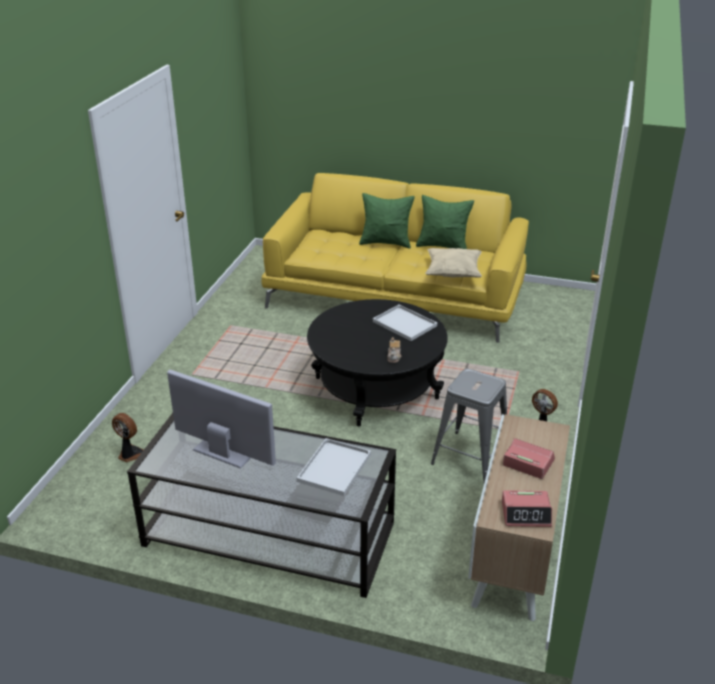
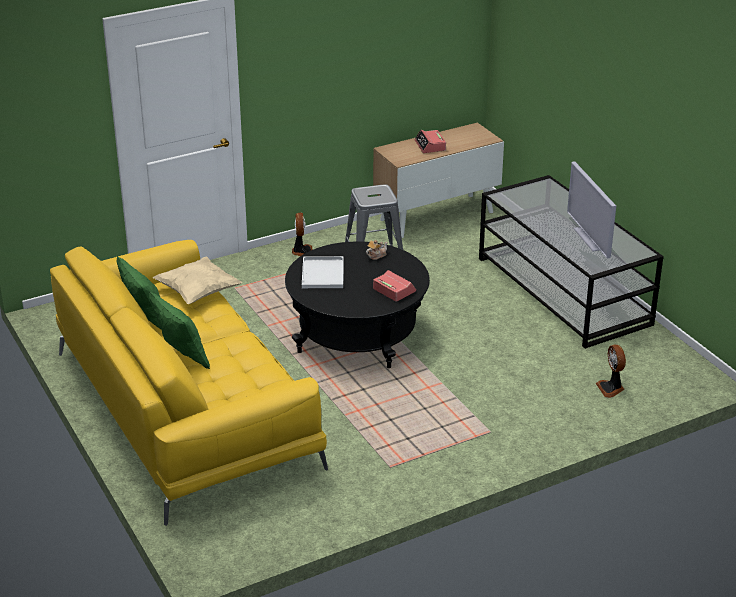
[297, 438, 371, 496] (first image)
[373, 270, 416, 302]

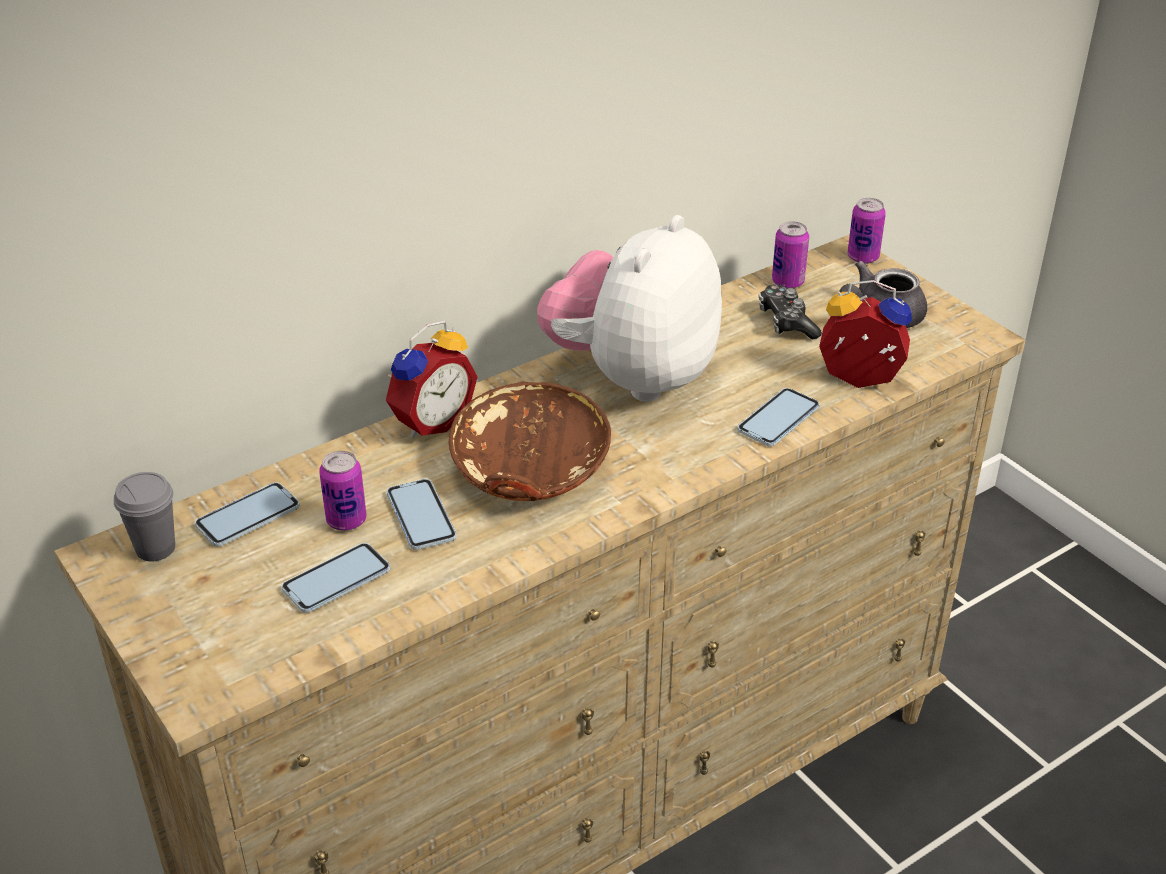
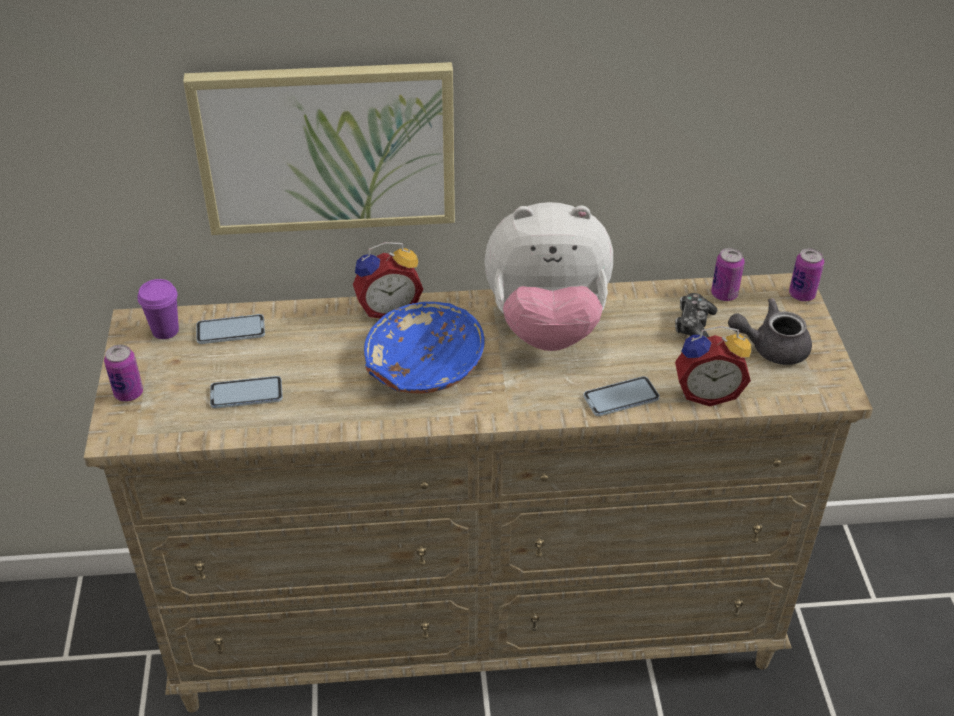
[484, 202, 613, 351]
[675, 326, 751, 406]
[364, 302, 485, 394]
[104, 345, 143, 402]
[138, 279, 179, 339]
[387, 479, 456, 550] (first image)
[183, 62, 455, 235]

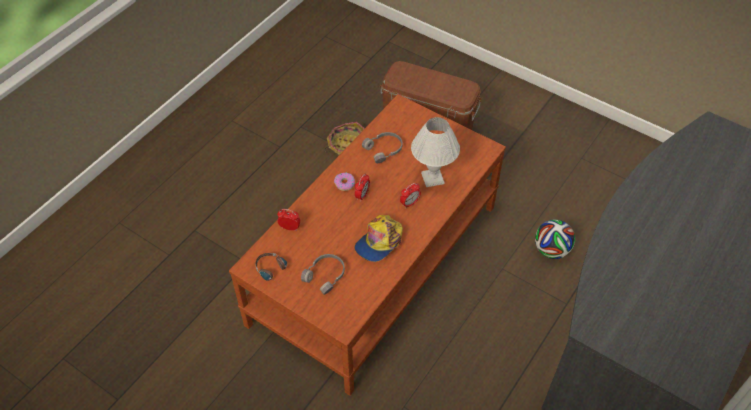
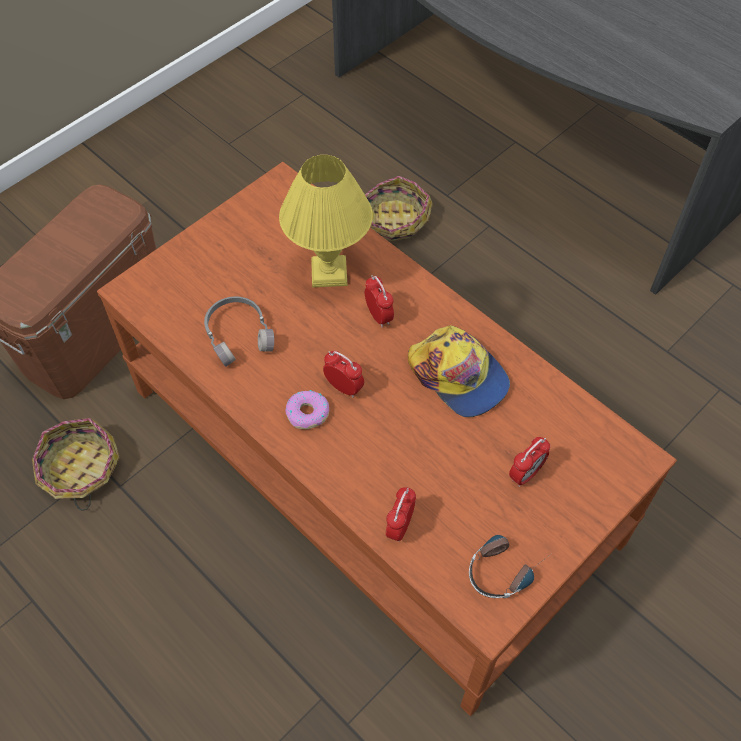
[279, 155, 373, 287]
[365, 176, 433, 241]
[509, 437, 550, 487]

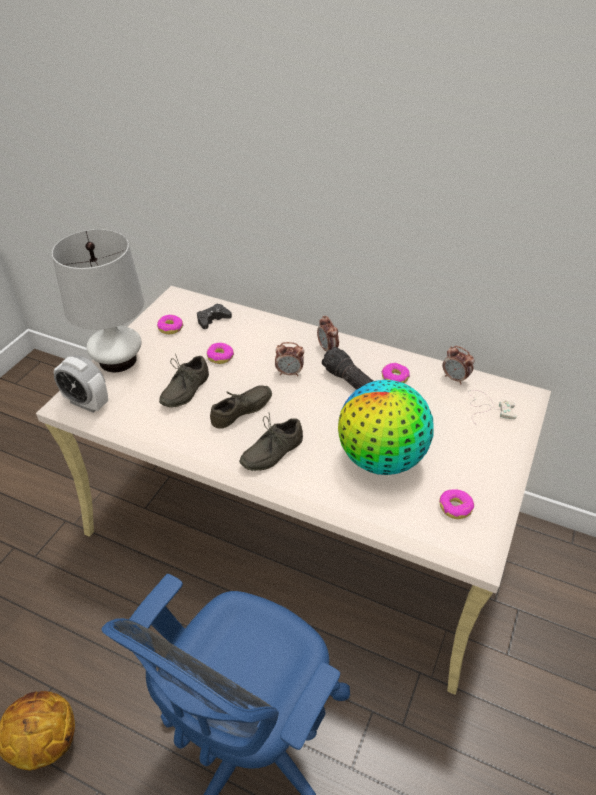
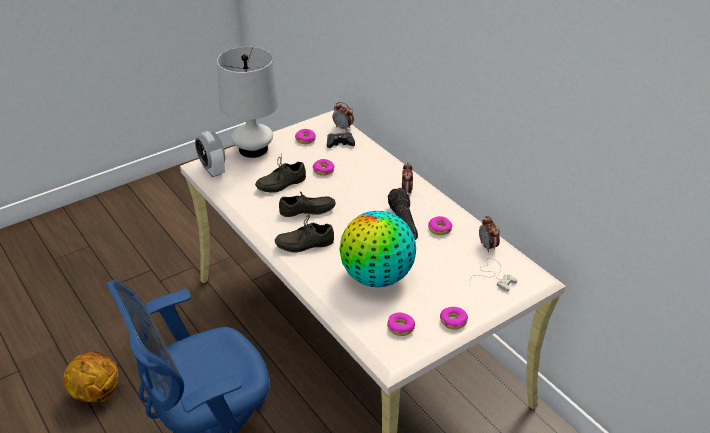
[333, 102, 354, 131]
[440, 307, 468, 330]

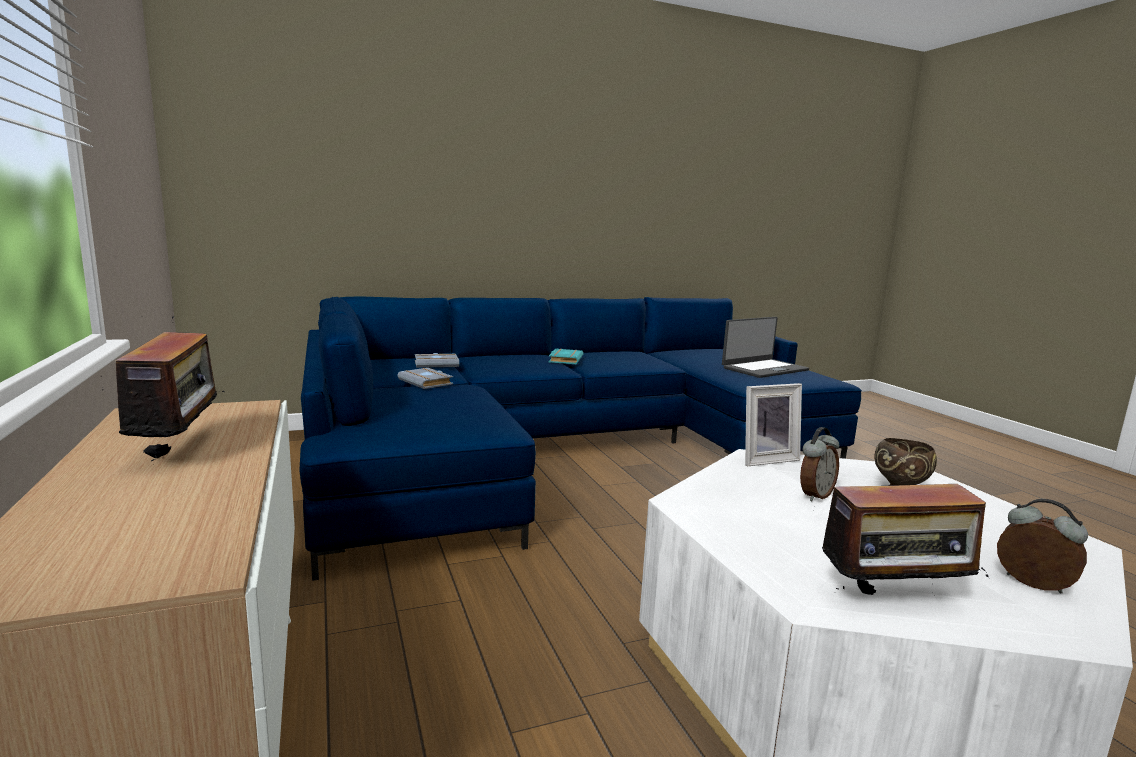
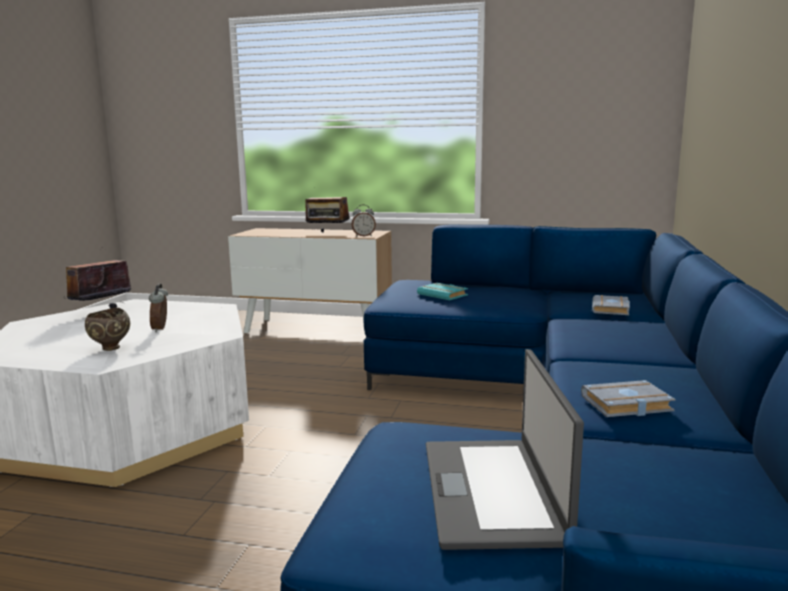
[417, 283, 468, 300]
[581, 380, 676, 417]
[745, 383, 802, 466] (first image)
[351, 205, 376, 237]

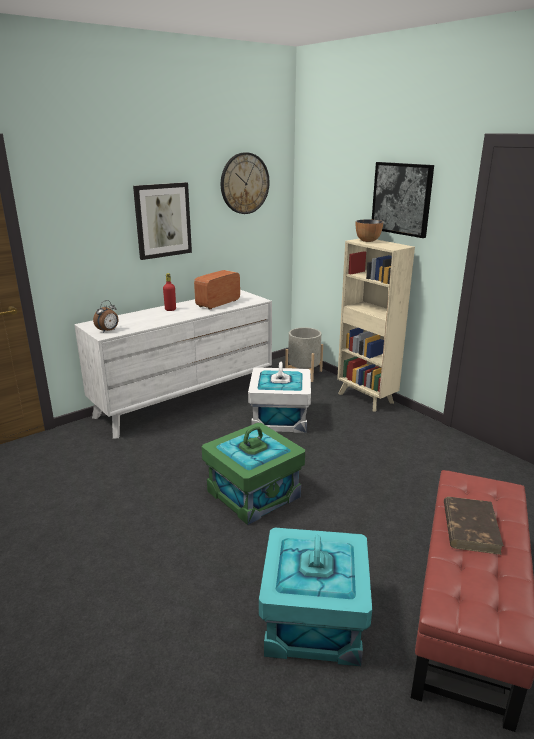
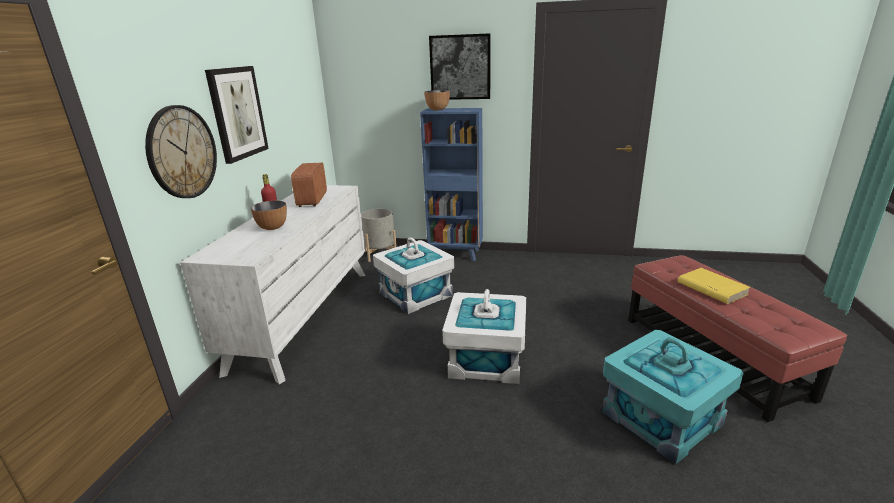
[145, 105, 217, 198]
[420, 108, 483, 261]
[93, 300, 118, 333] (first image)
[442, 289, 526, 384]
[678, 268, 751, 304]
[251, 201, 287, 230]

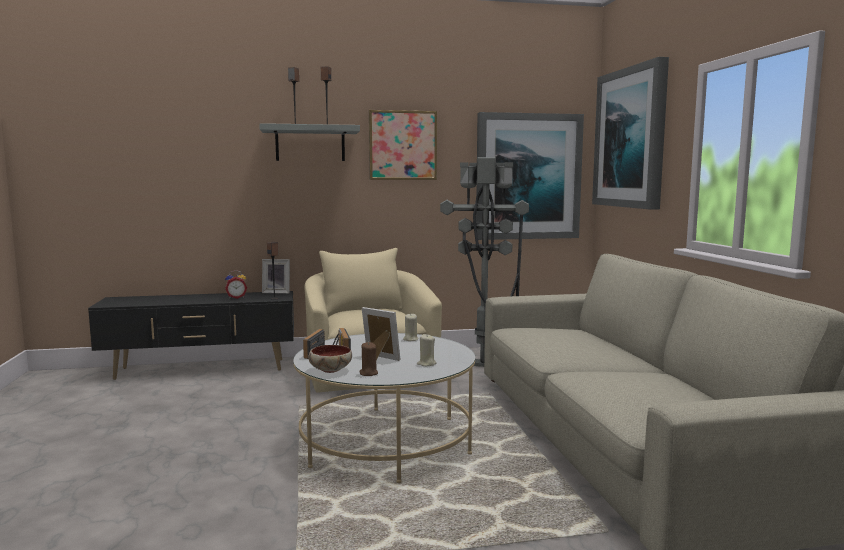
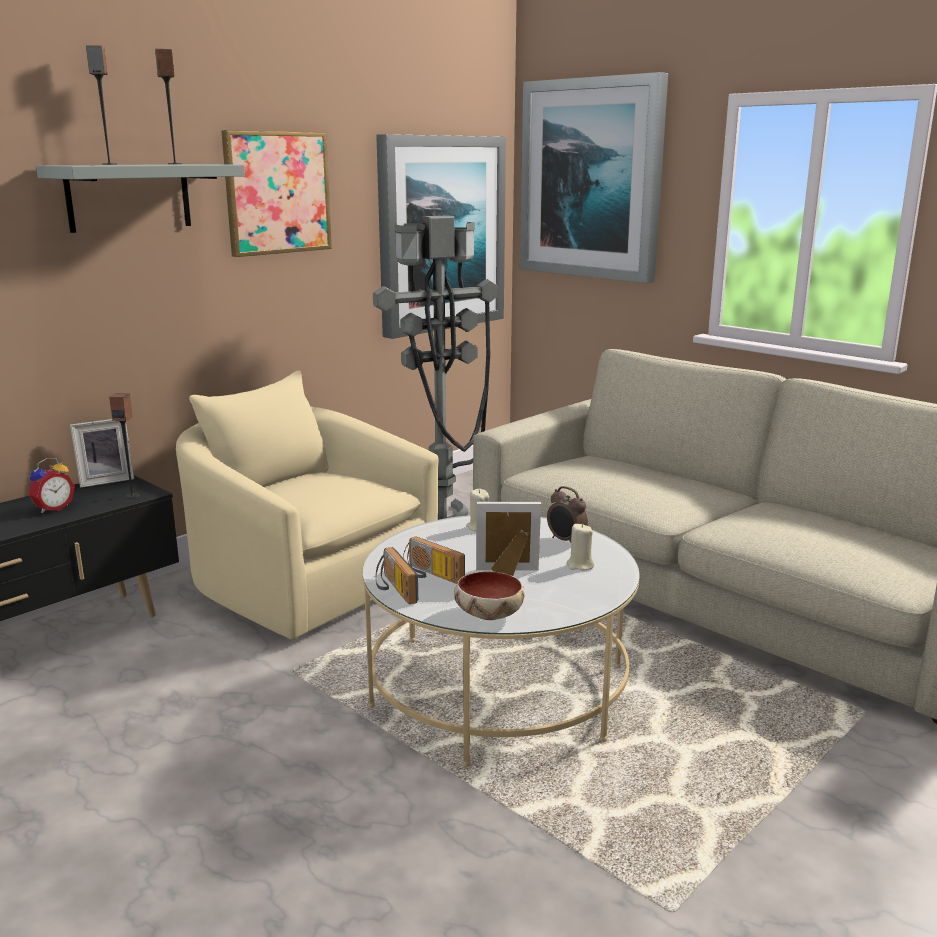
[359, 342, 378, 376] (first image)
[547, 486, 588, 543]

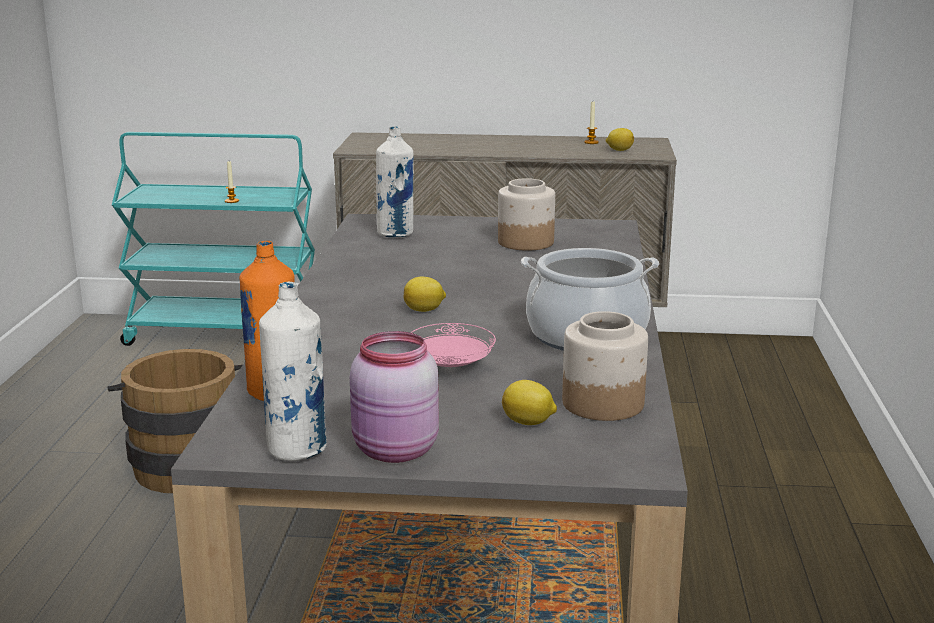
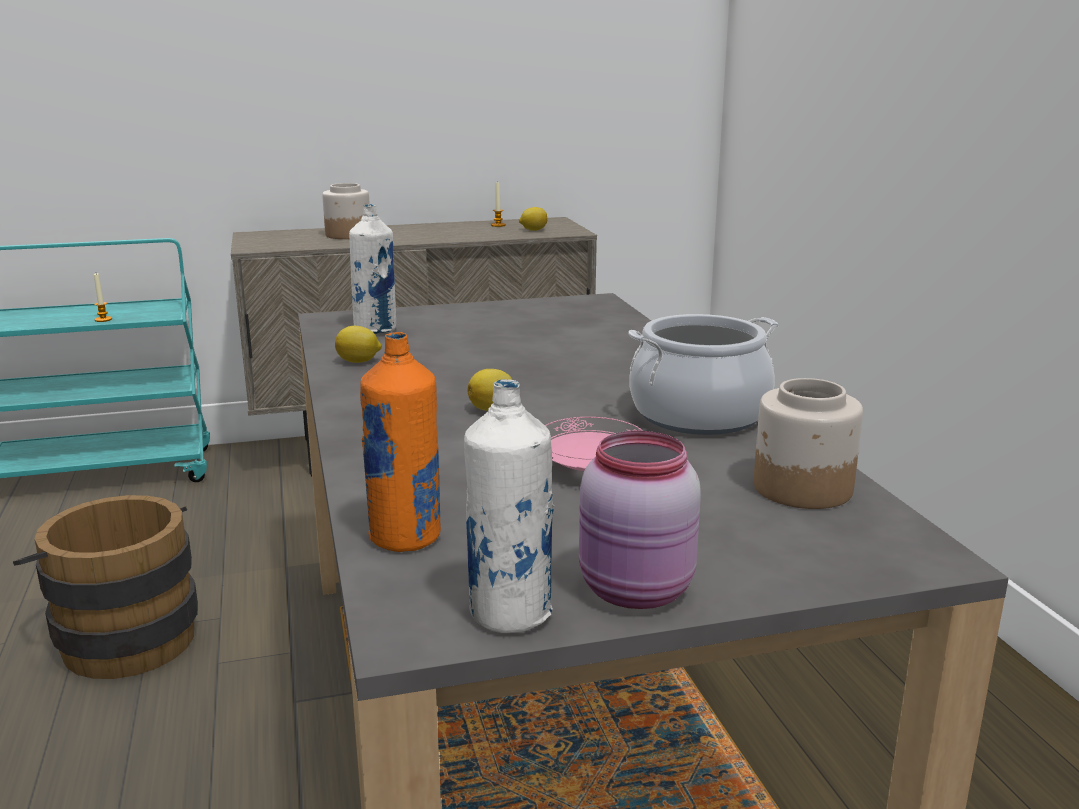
[322, 183, 370, 239]
[335, 326, 382, 363]

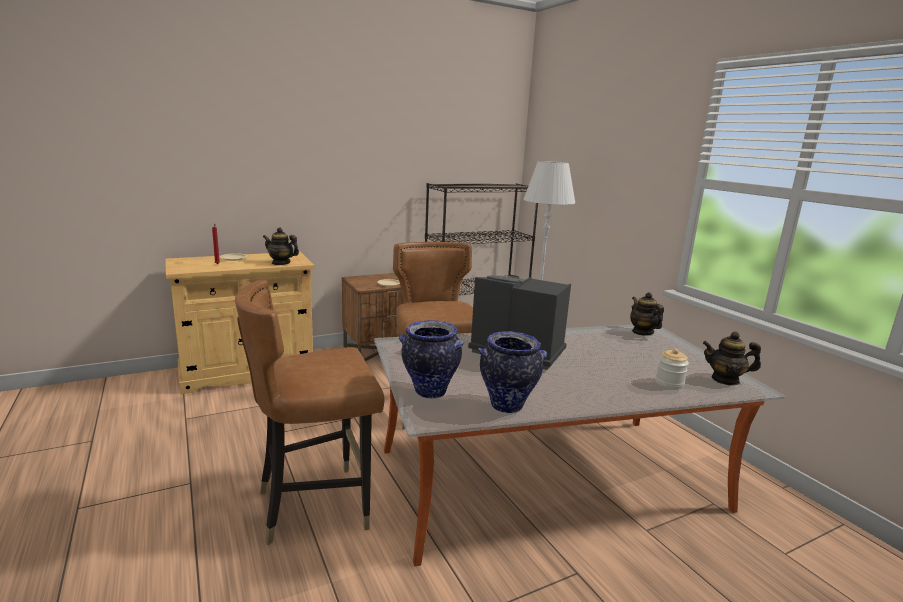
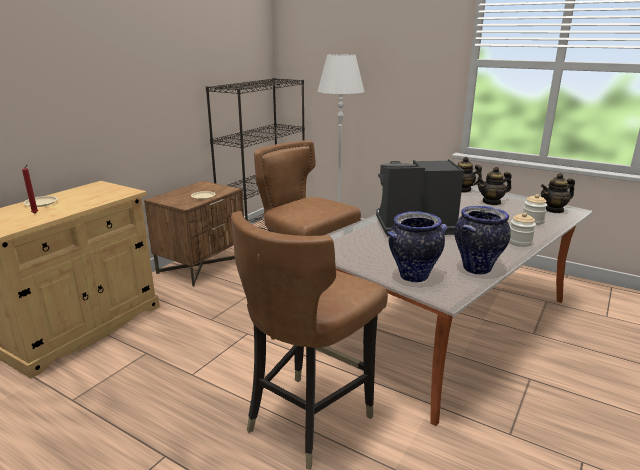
[477, 167, 512, 205]
[509, 212, 536, 247]

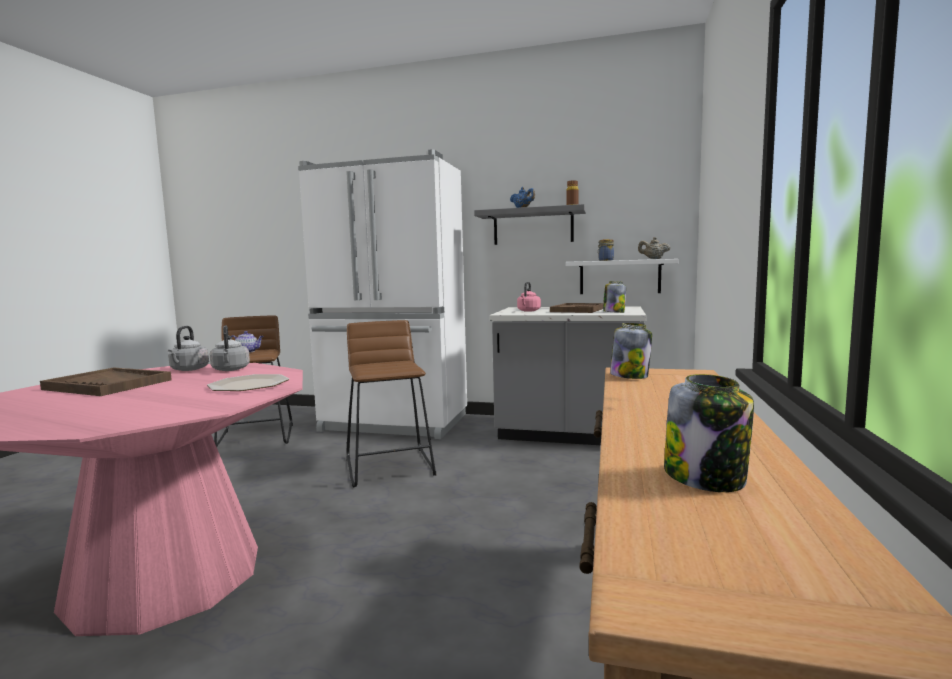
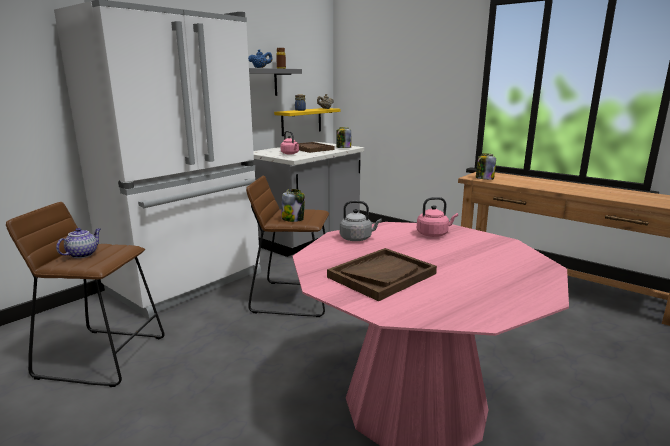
[274, 108, 341, 136]
[168, 326, 209, 371] (first image)
[417, 197, 458, 237]
[281, 189, 305, 222]

